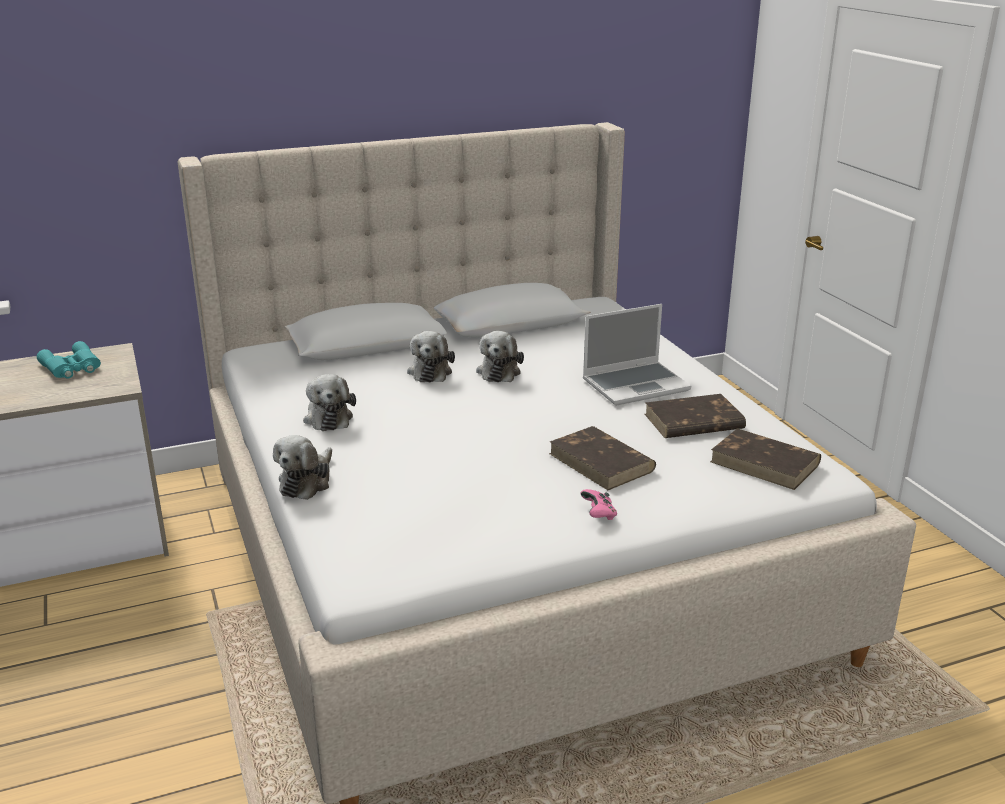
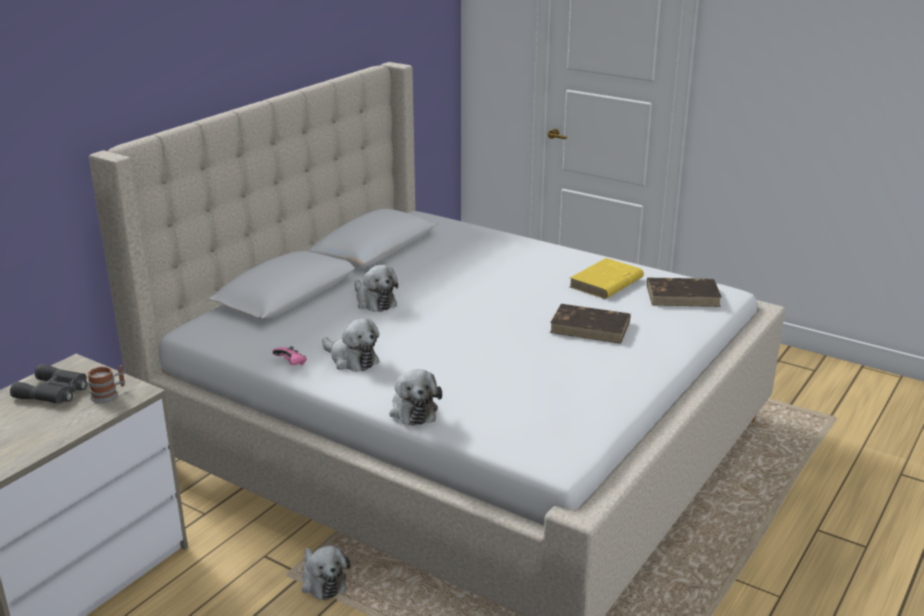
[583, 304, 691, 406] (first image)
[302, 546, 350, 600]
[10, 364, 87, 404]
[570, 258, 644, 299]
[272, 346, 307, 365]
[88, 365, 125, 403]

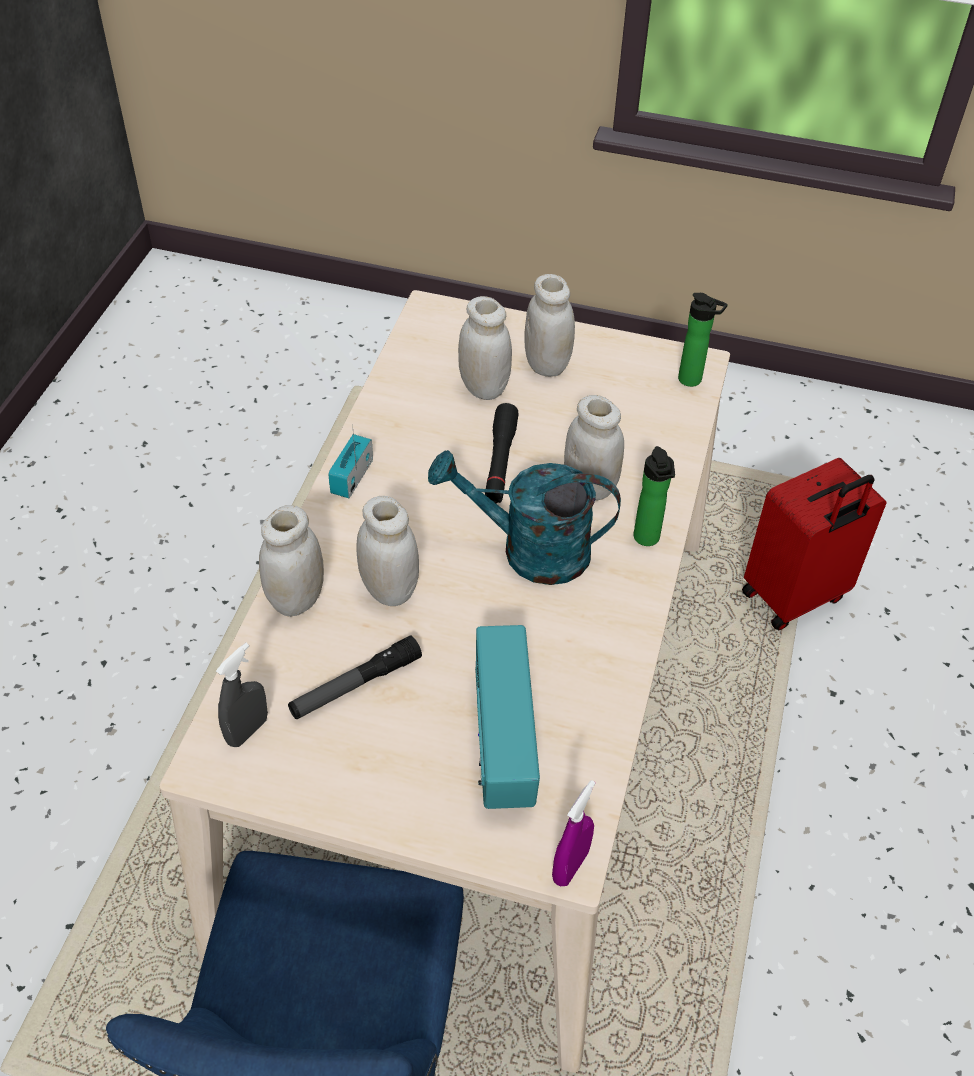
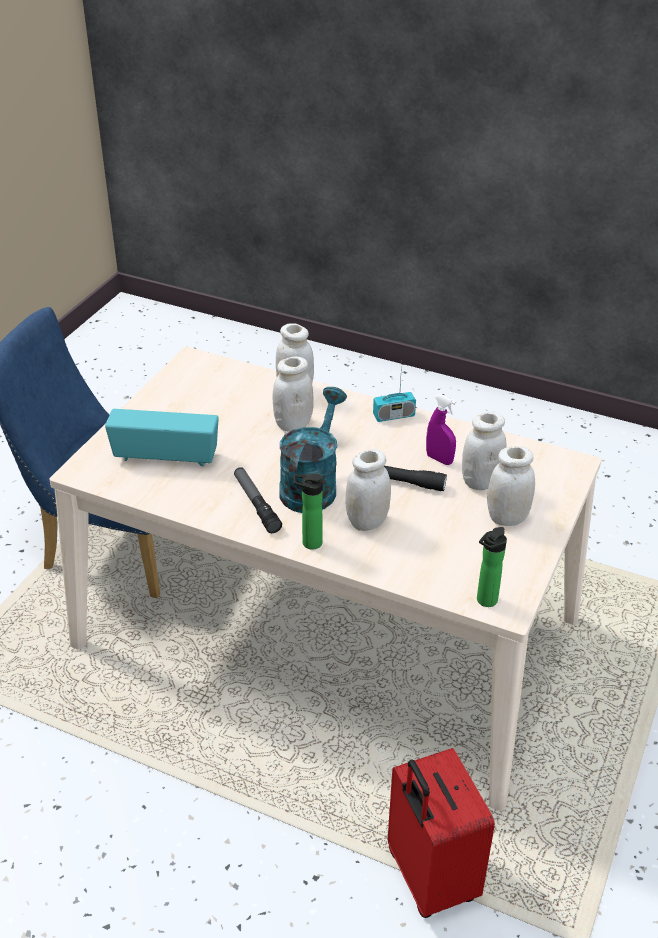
[373, 364, 416, 422]
[234, 467, 282, 533]
[216, 643, 268, 747] (first image)
[426, 394, 456, 465]

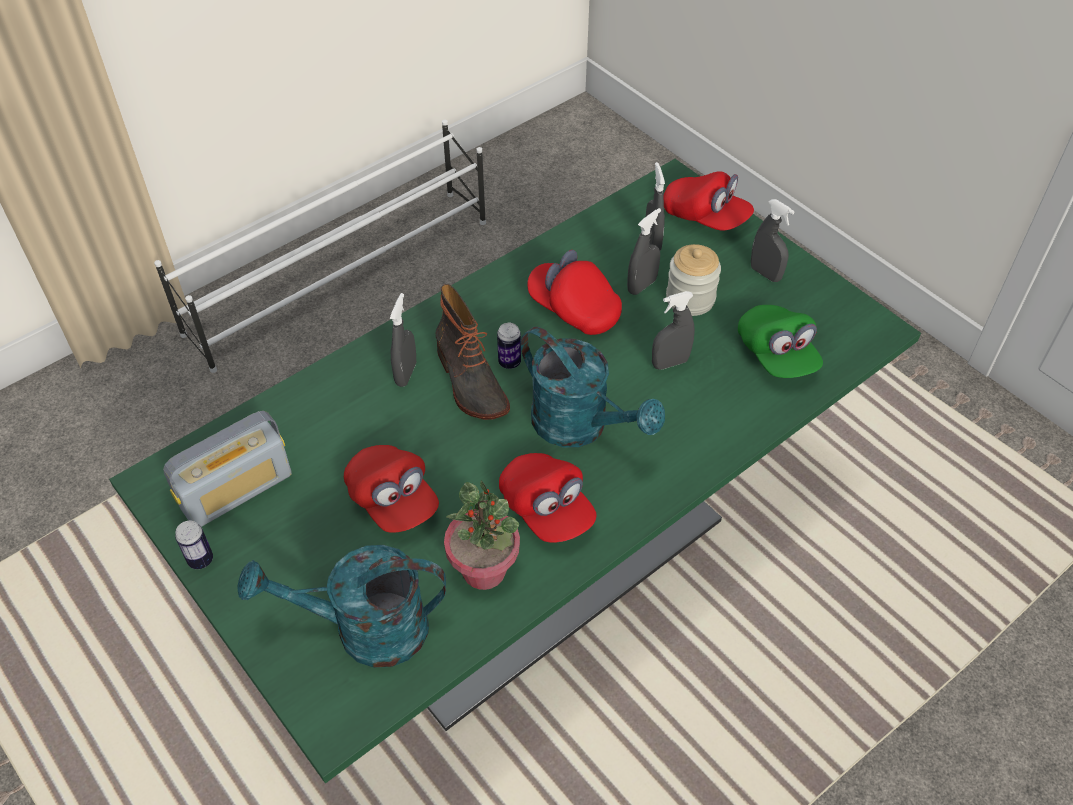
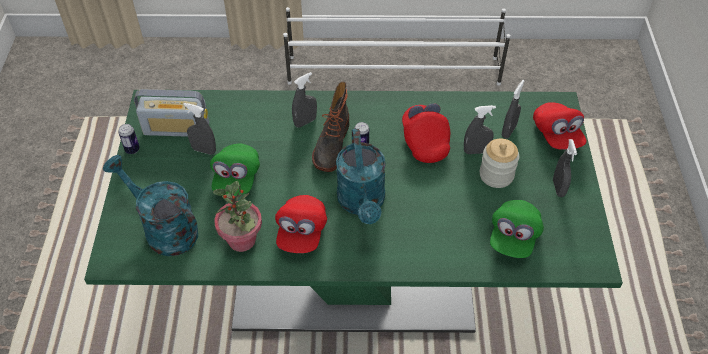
[183, 103, 216, 155]
[210, 143, 260, 196]

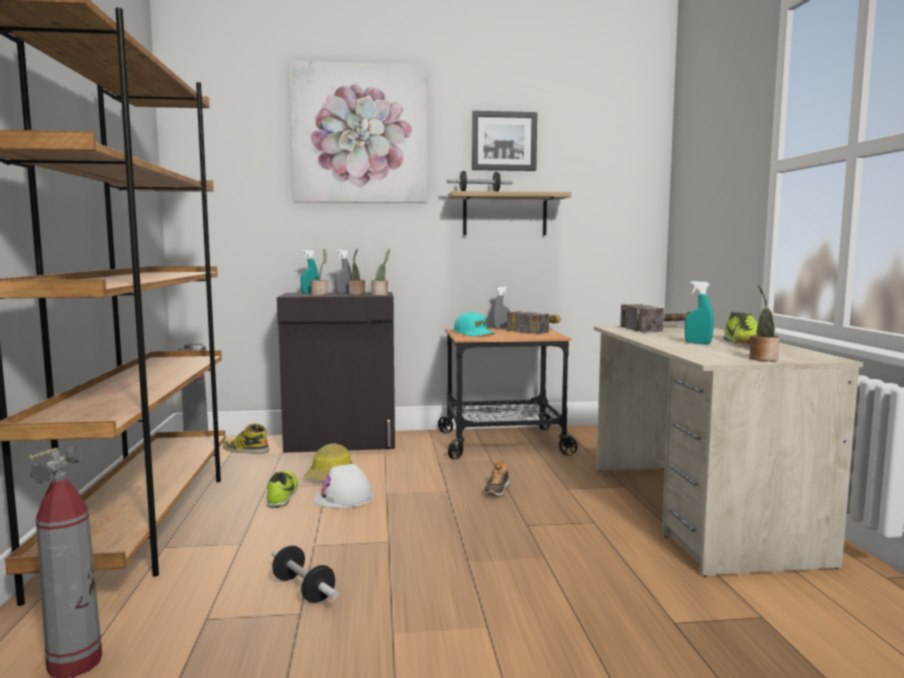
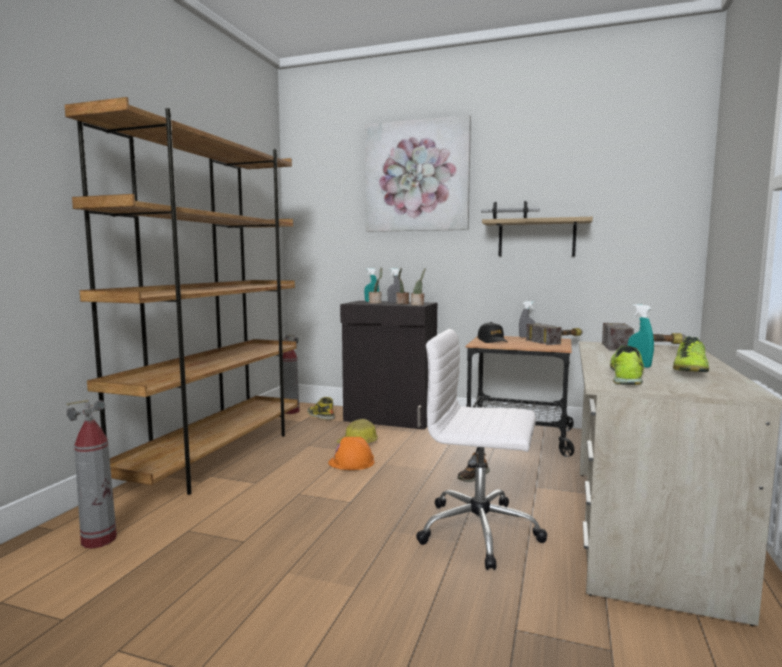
[472, 111, 537, 171] (first image)
[749, 285, 780, 361] (first image)
[477, 322, 507, 343]
[328, 437, 375, 470]
[610, 345, 644, 385]
[272, 545, 339, 603] (first image)
[416, 329, 547, 570]

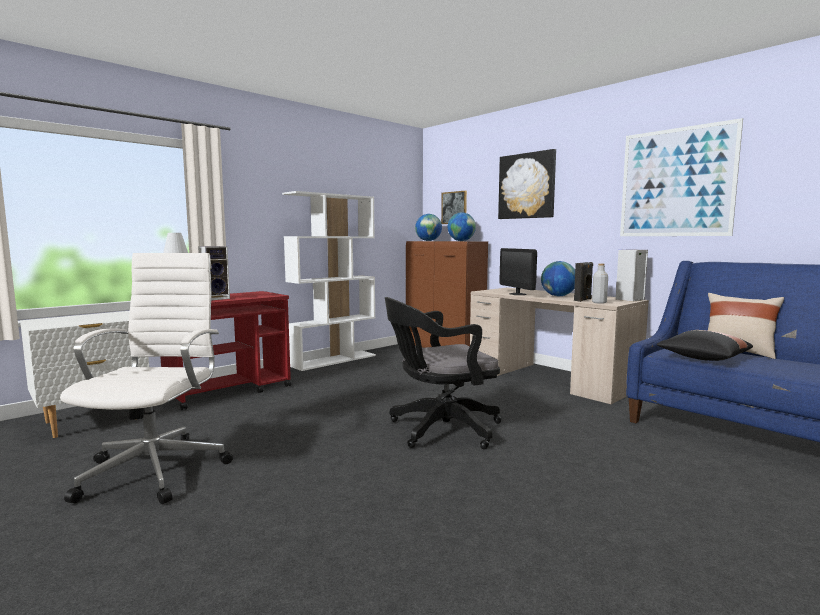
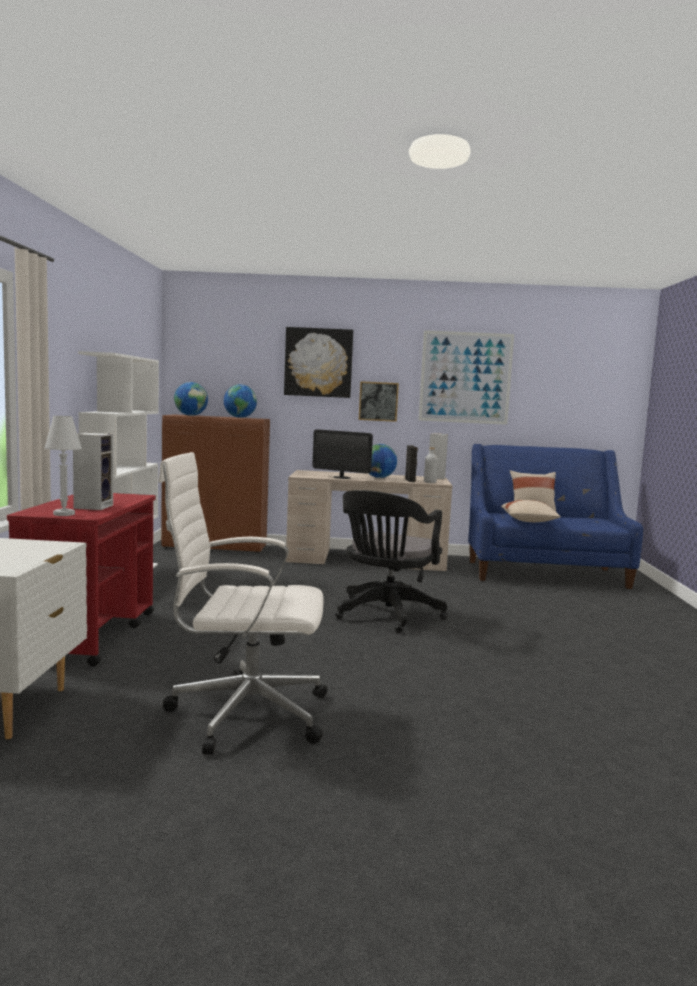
[359, 381, 399, 422]
[158, 452, 328, 755]
[501, 500, 561, 522]

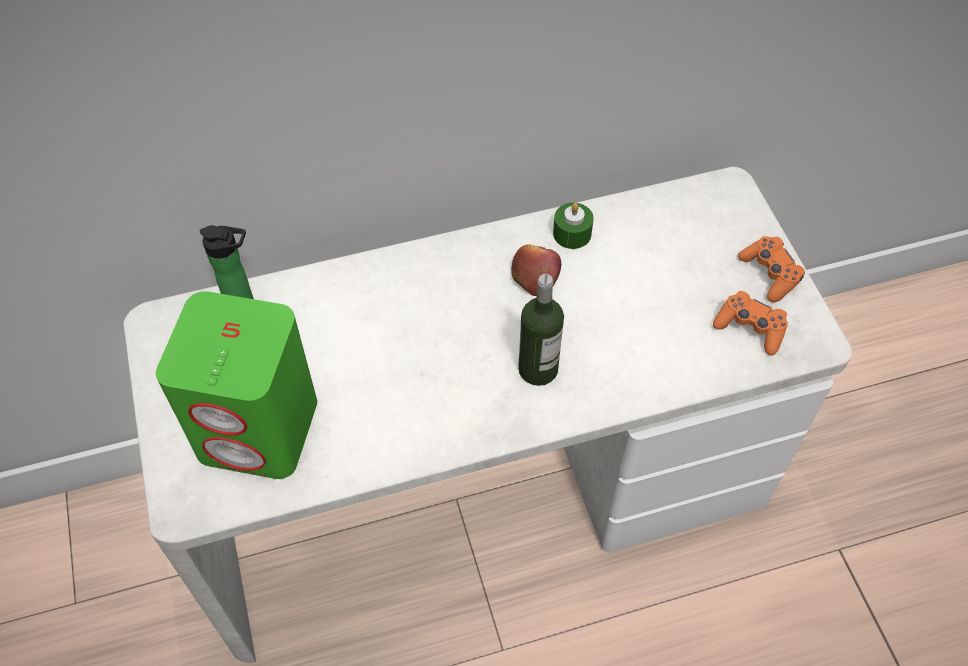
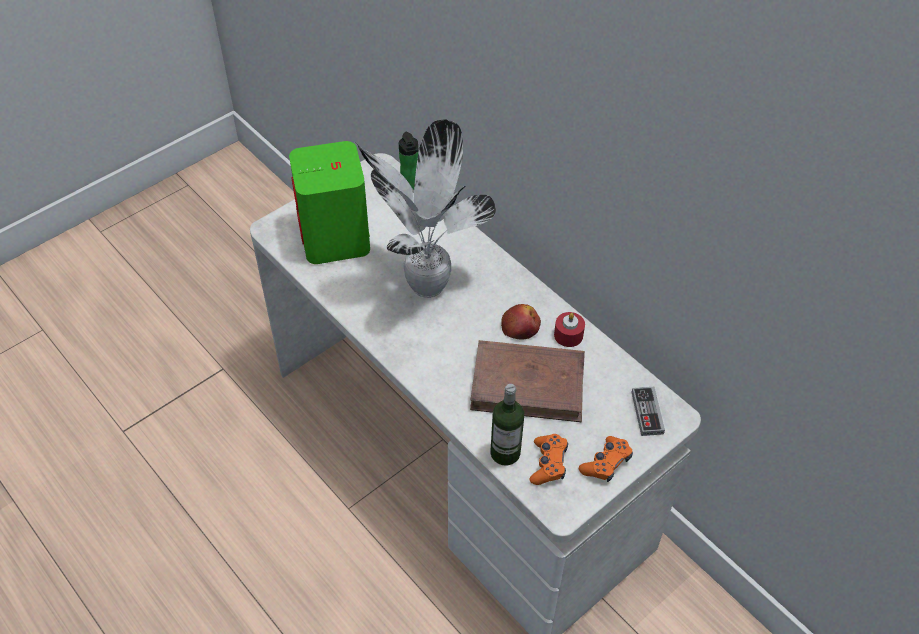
[554, 312, 585, 347]
[490, 384, 524, 465]
[356, 119, 496, 298]
[470, 340, 585, 422]
[631, 387, 665, 436]

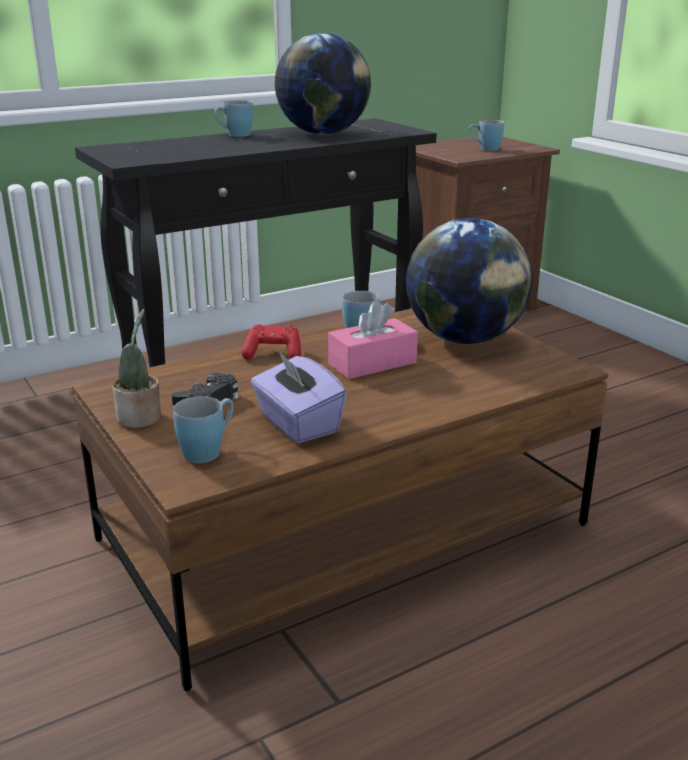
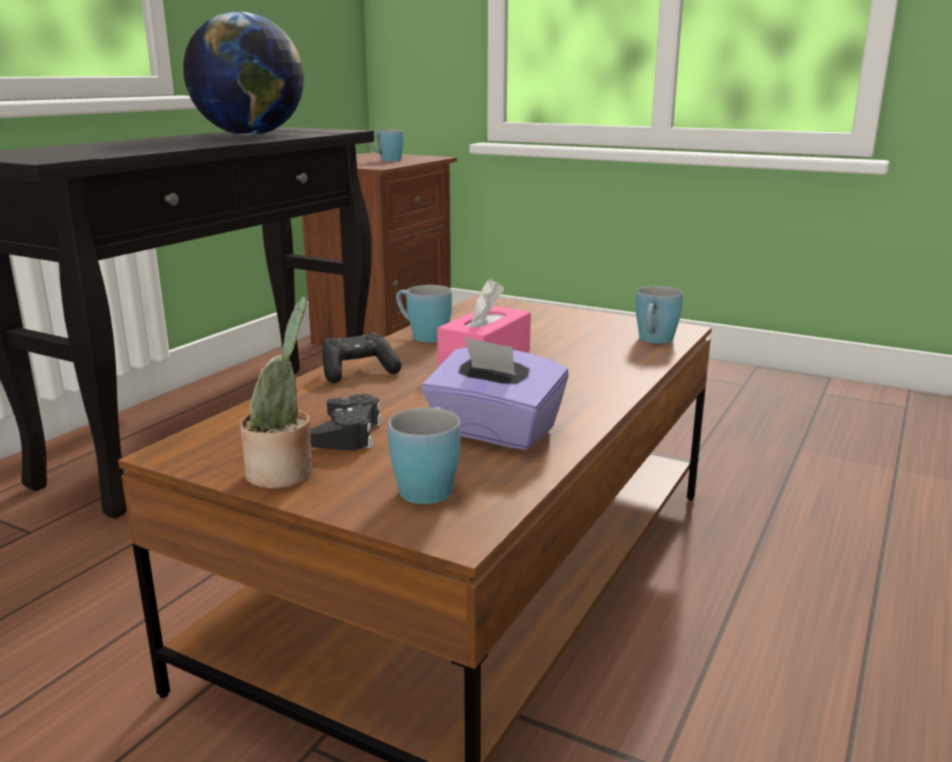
[636, 286, 683, 344]
[406, 218, 532, 344] (first image)
[322, 332, 401, 383]

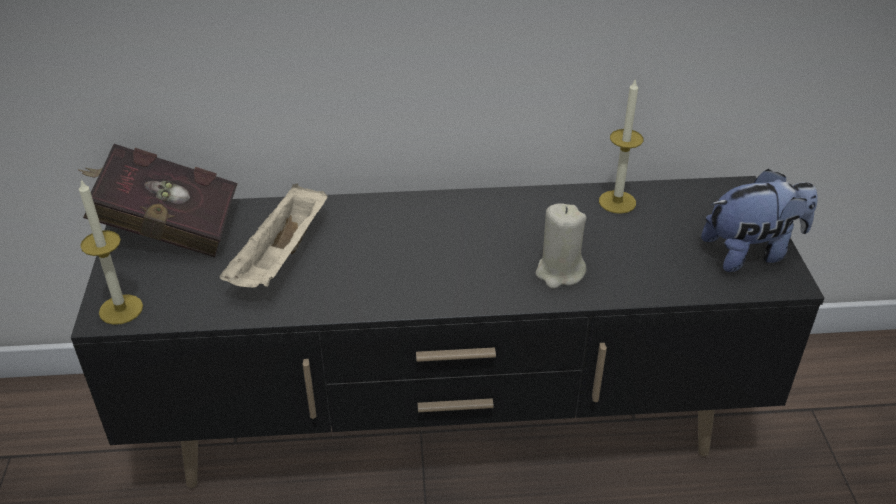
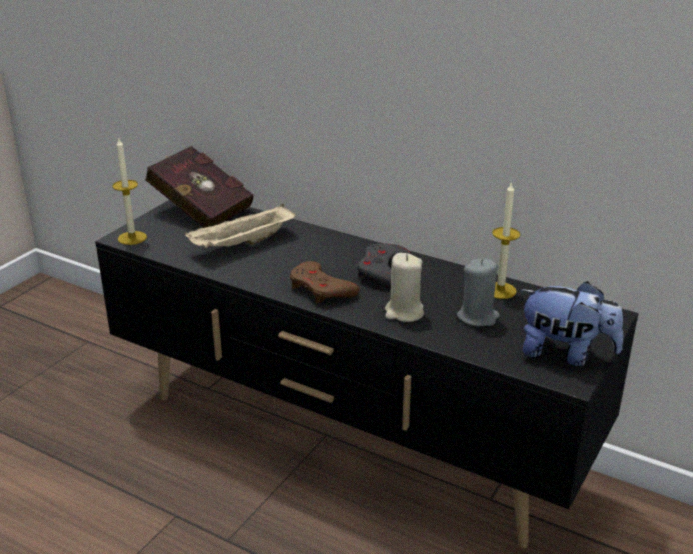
[357, 244, 411, 289]
[457, 259, 500, 326]
[290, 261, 360, 304]

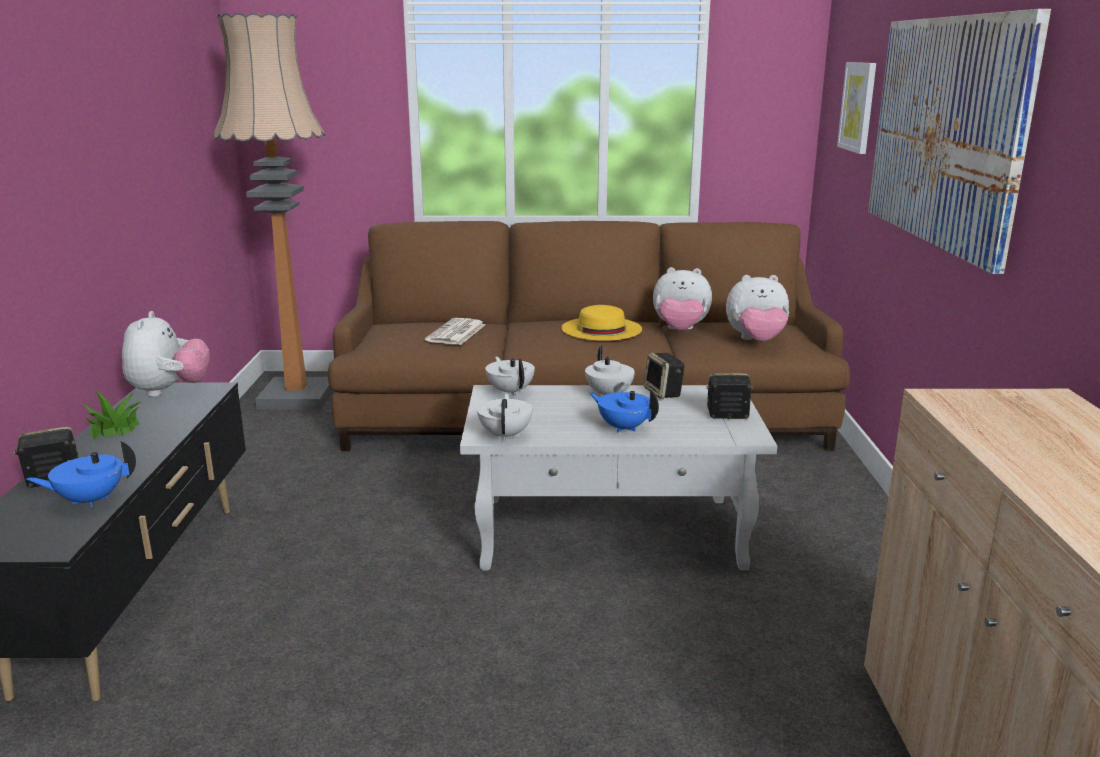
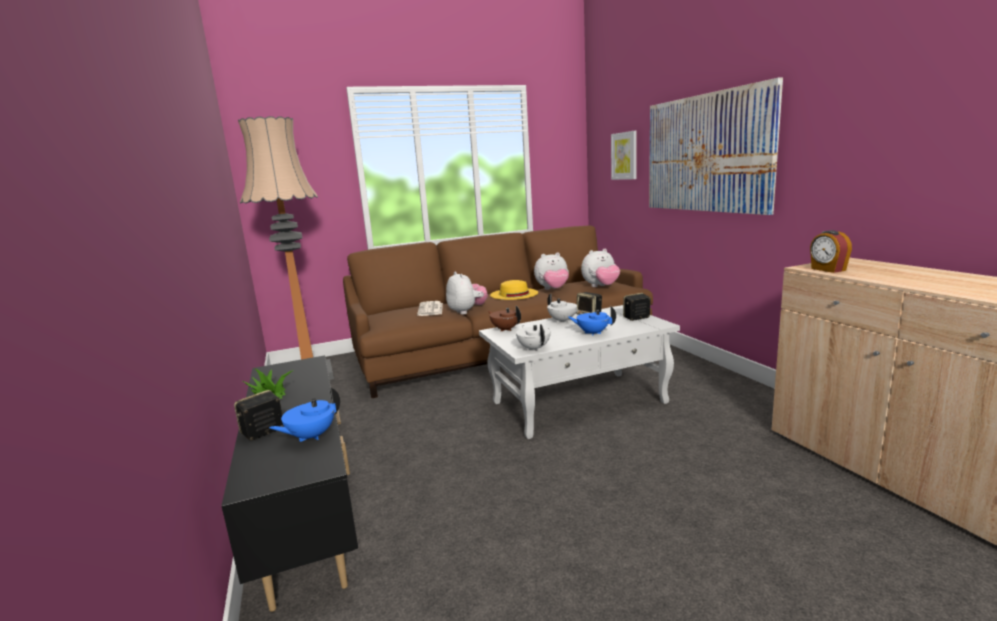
[446, 271, 488, 315]
[488, 306, 521, 332]
[810, 230, 852, 273]

